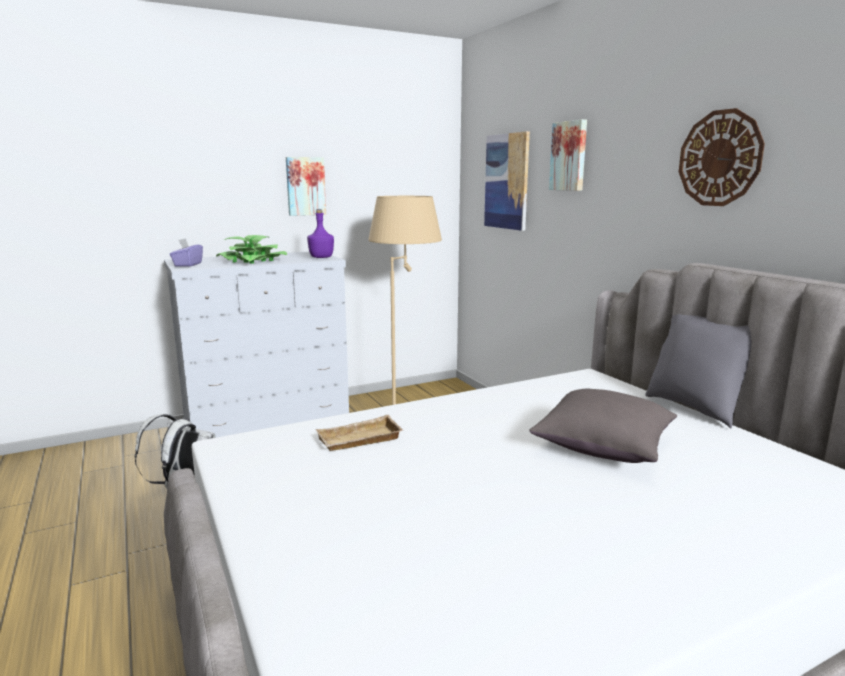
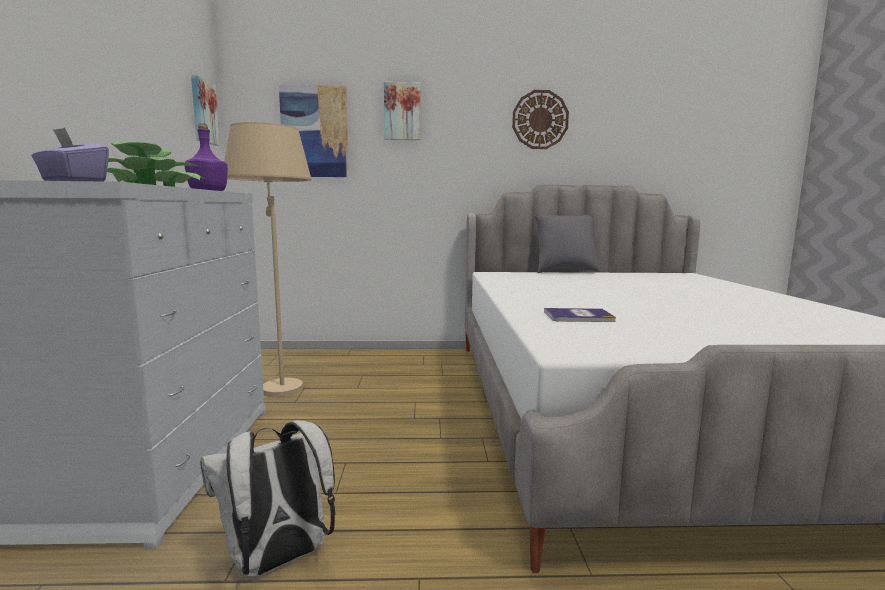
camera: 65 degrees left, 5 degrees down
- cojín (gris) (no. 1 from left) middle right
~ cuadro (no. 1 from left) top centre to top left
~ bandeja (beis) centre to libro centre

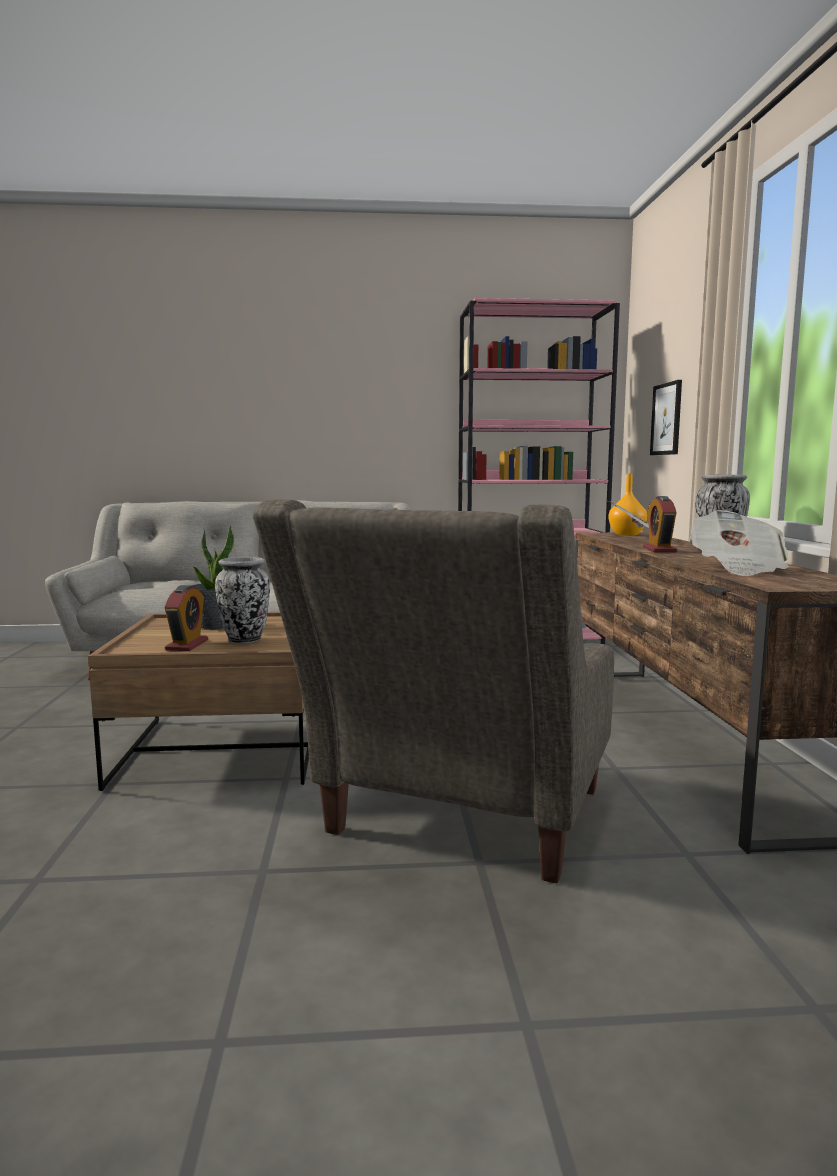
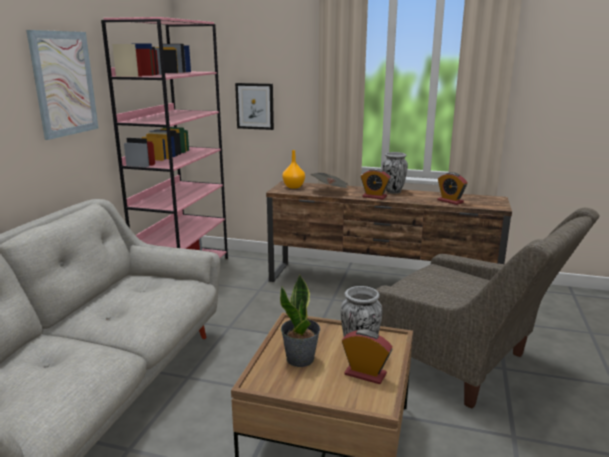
camera: 70 degrees left, 10 degrees up
+ cuadro (no. 1 from left) top left
~ periódico (no. 2 from left) middle right to despertador (no. 3 from left) middle right

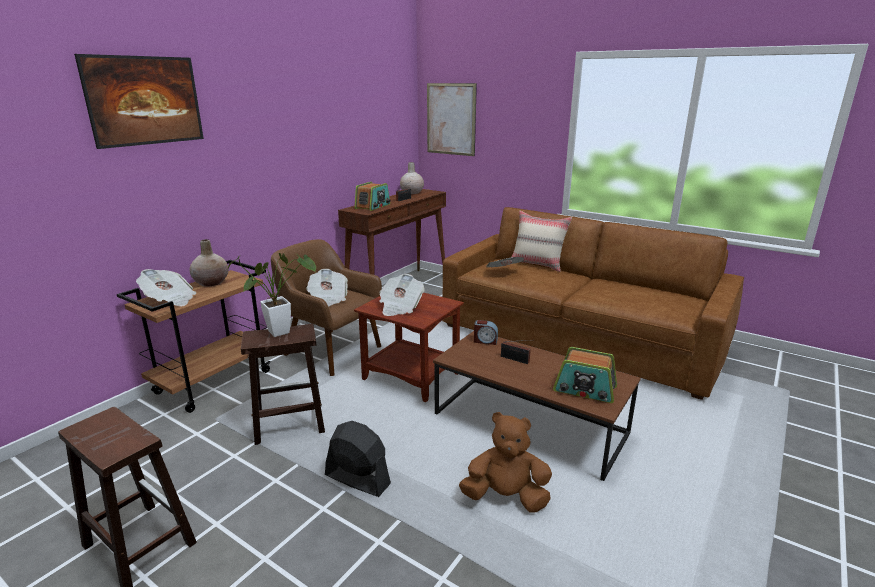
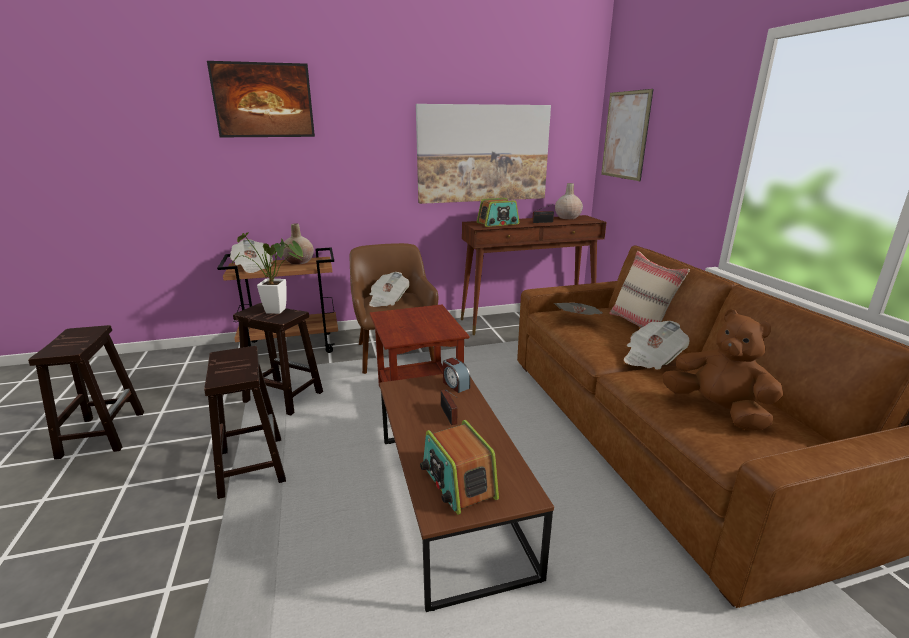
camera: 40 degrees right, 0 degrees up
+ cuadro (no. 2 from left) top centre
~ periódico (no. 3 from left in the first image) centre to periódico (no. 4 from left) middle right
~ peluche (marrón) bottom centre to middle right
~ ventilador (negro) bottom centre to taburete (marrón) (no. 2 from left) middle left

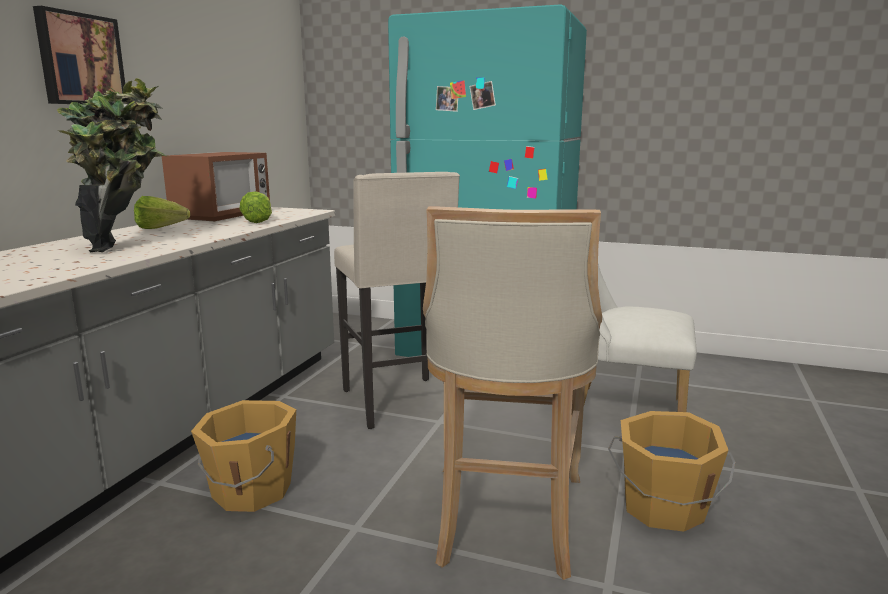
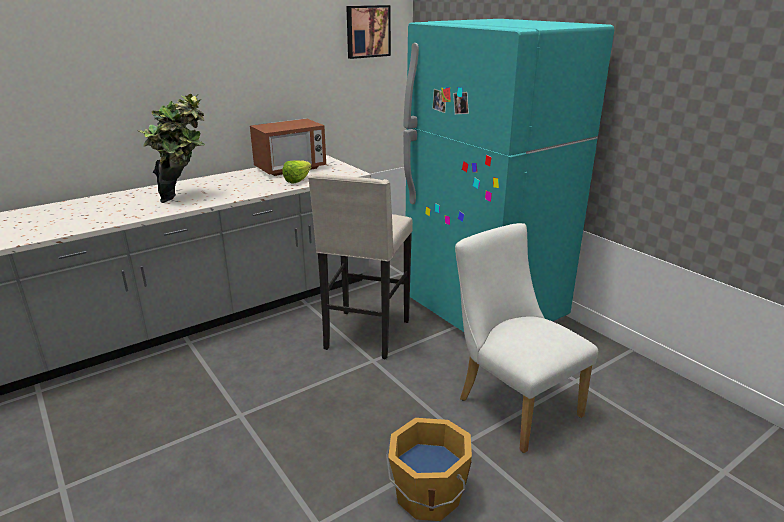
camera: 35 degrees right, 10 degrees up
- lechuga (no. 1 from left) middle left
- cubo (naranja) (no. 1 from left) bottom left
- taburete (beis) (no. 2 from left) centre
~ cuadro top left to top centre

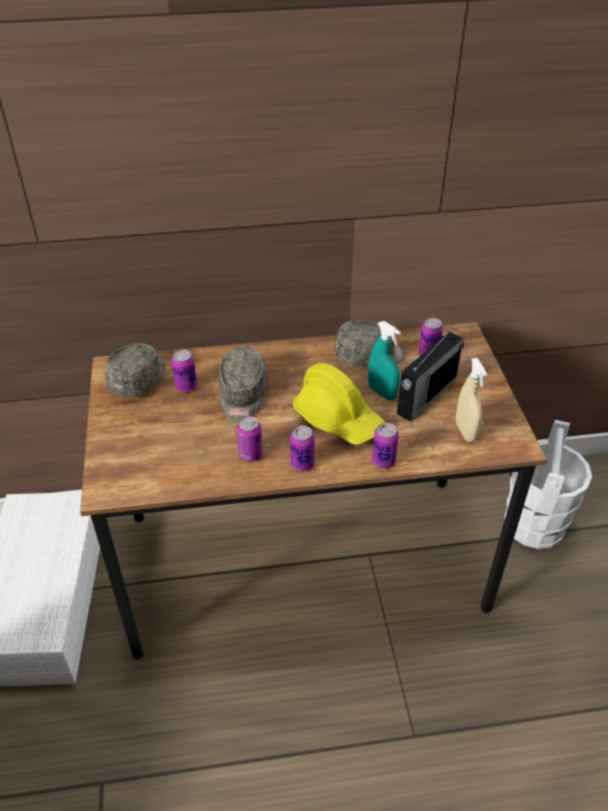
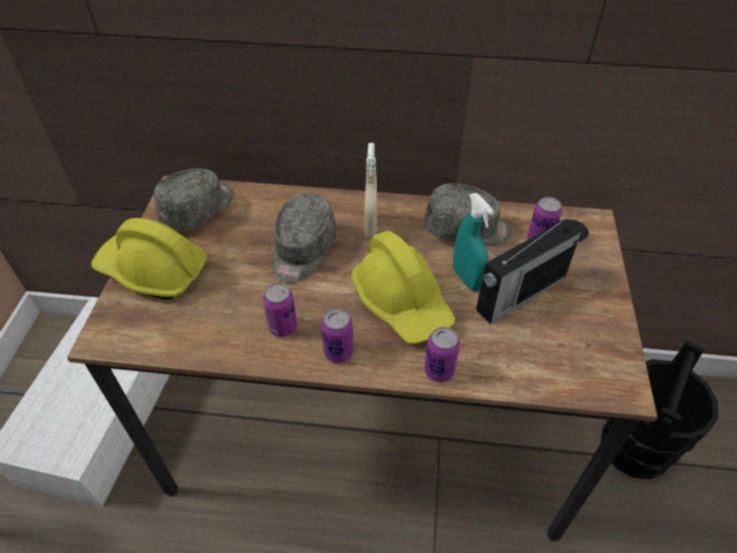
camera: 15 degrees right, 5 degrees up
- lata (no. 1 from left) middle left
+ casco (amarillo) (no. 1 from left) middle left
~ pulverizador (beis) middle right to centre
~ cubo (blanco) middle right to cubo (negro) bottom right

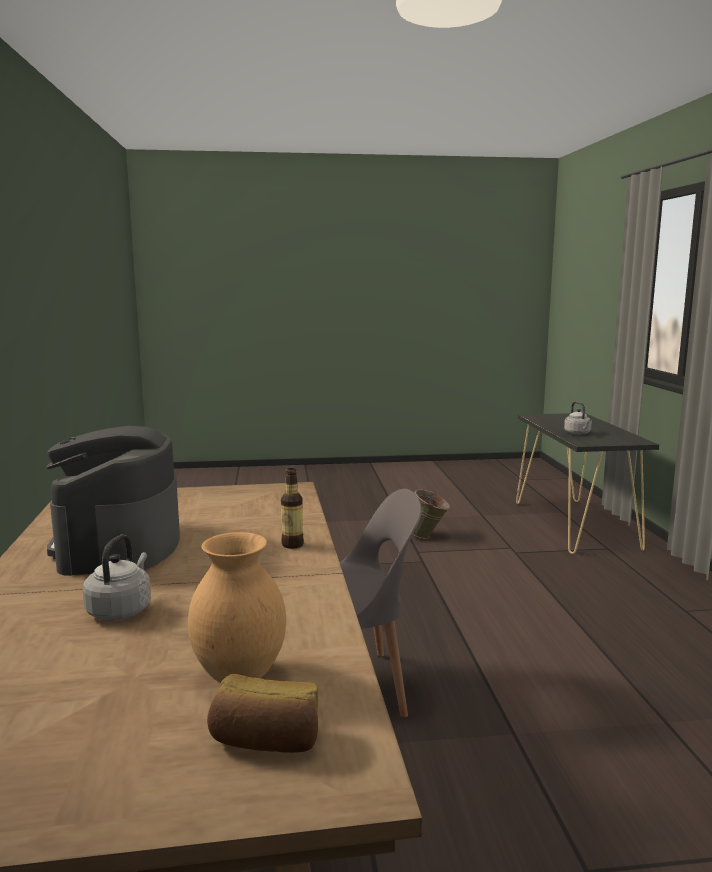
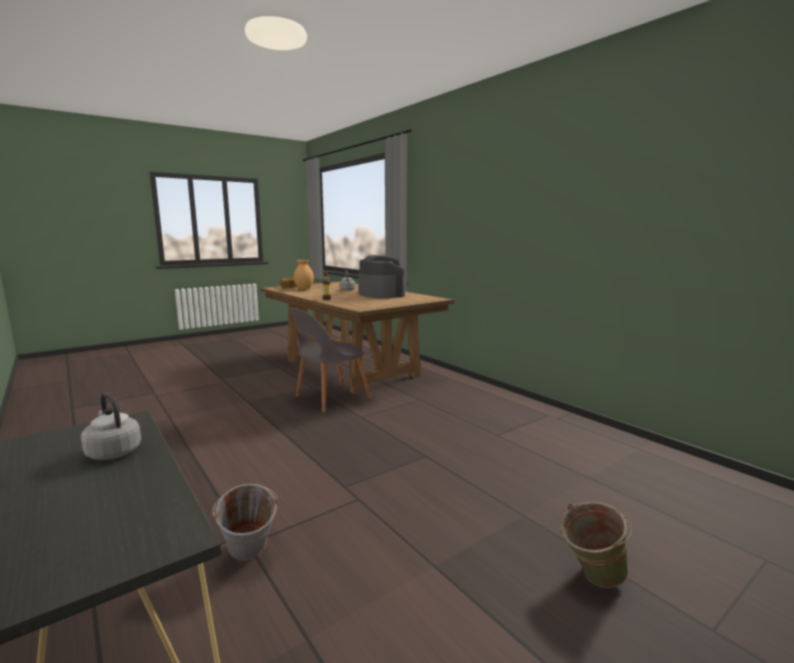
camera: 150 degrees right, 0 degrees up
+ cubo (gris) bottom left
~ cubo (verde) centre to bottom right

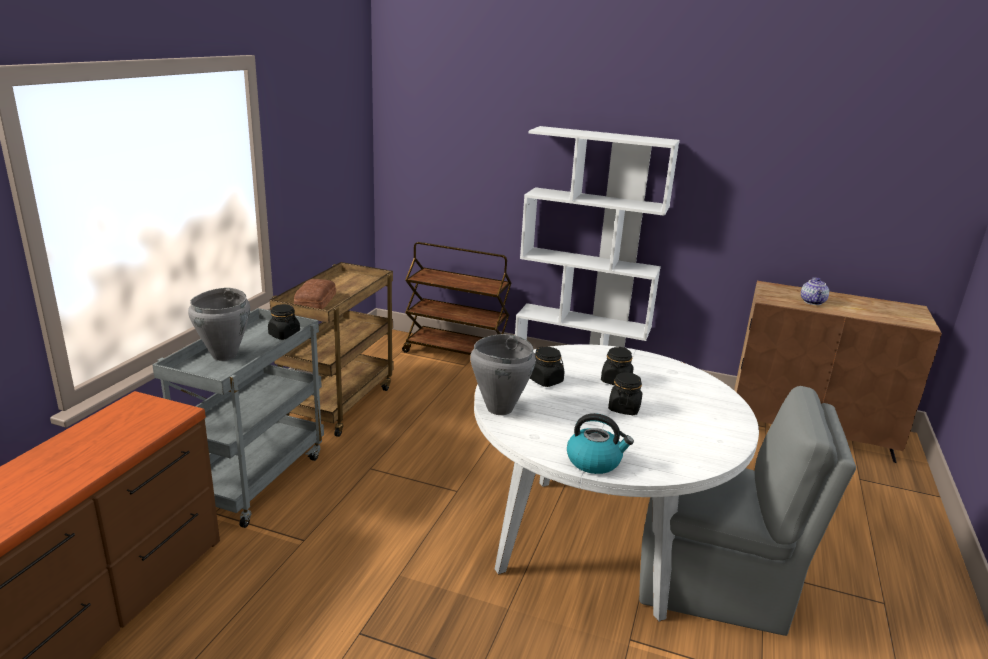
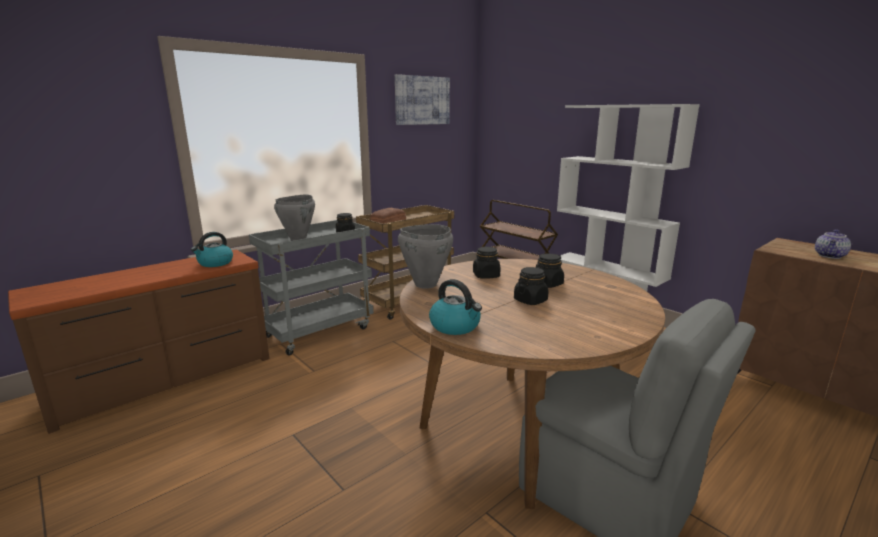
camera: 30 degrees right, 5 degrees down
+ hervidor (no. 1 from left) middle left
+ cuadro top centre
~ mesa de comedor (blanco) bottom centre to mesa de comedor (marrón) bottom centre

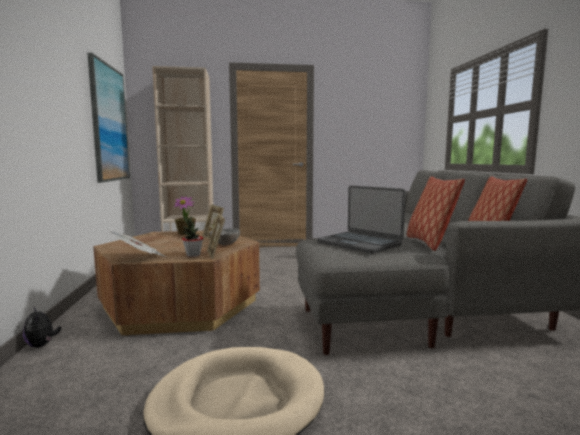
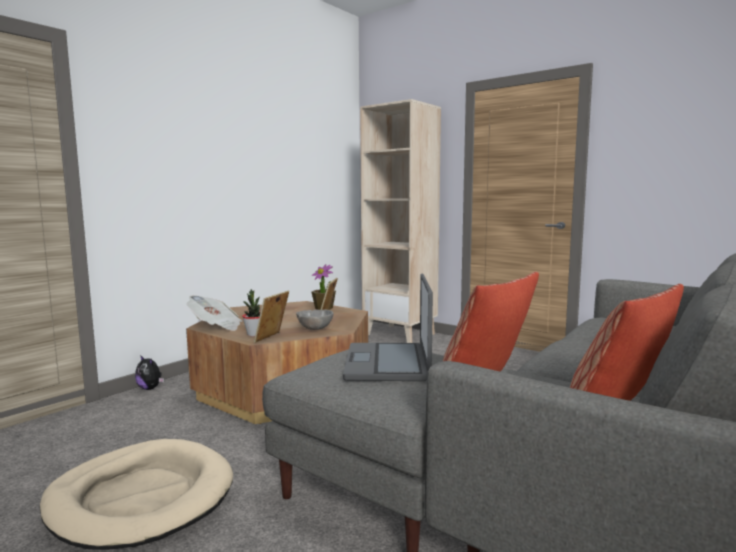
camera: 45 degrees right, 0 degrees up
- cuadro top left
~ peluche bottom left = bottom left 60 degrees counterclockwise

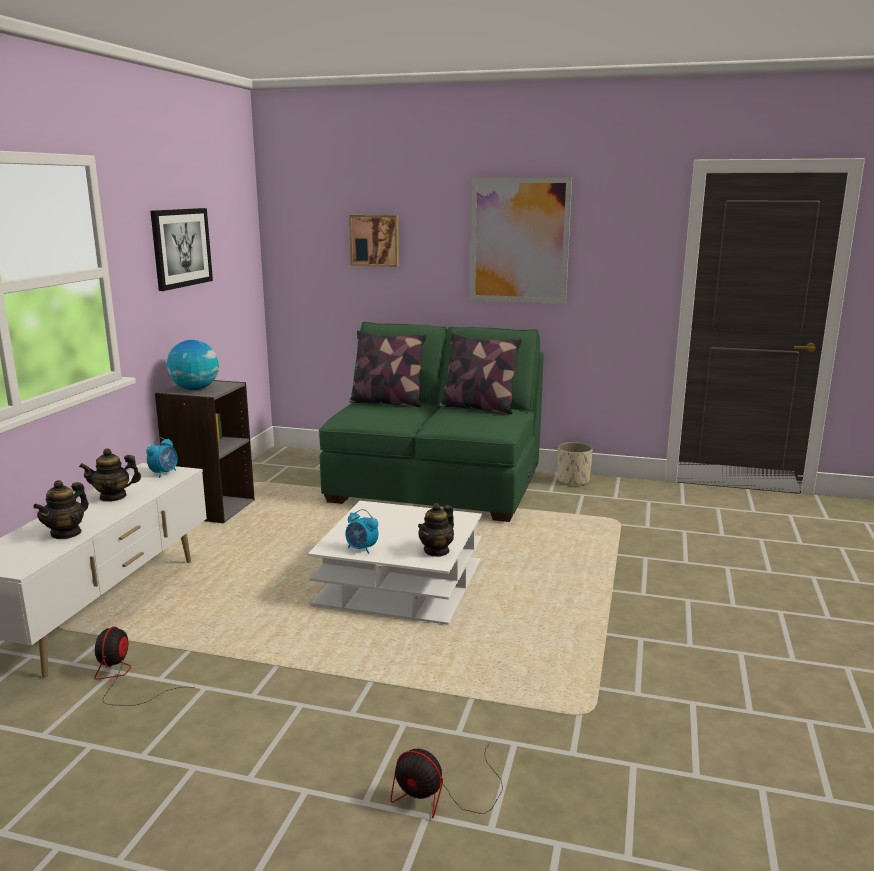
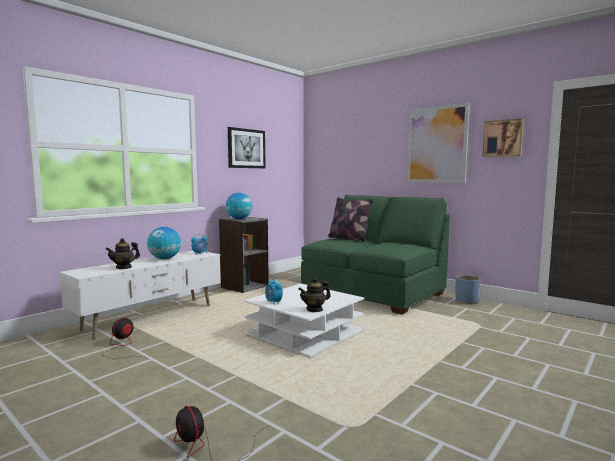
camera: 25 degrees right, 10 degrees down
- cojín (no. 2 from left) centre
~ cuadro (no. 2 from left in the first image) top centre to cuadro (no. 3 from left) top right
~ tetera (no. 2 from left) middle left to globo terráqueo (no. 1 from left) middle left
~ maceta (beis) centre to maceta (azul) middle right

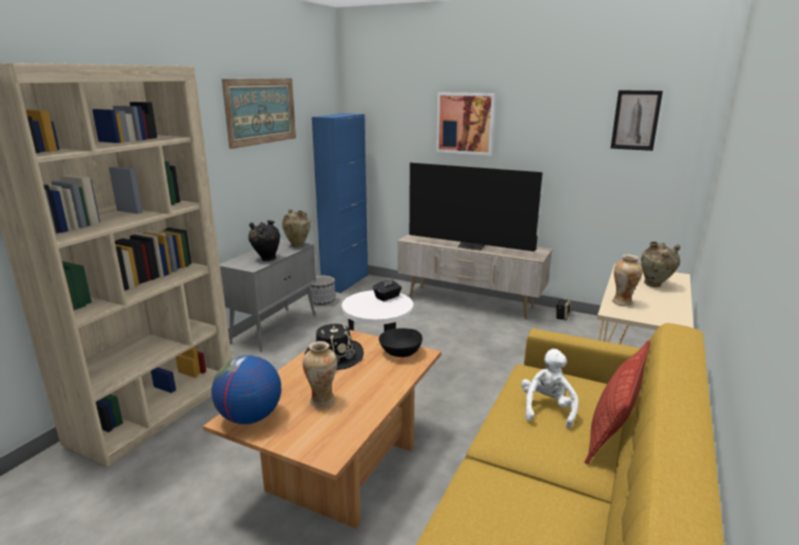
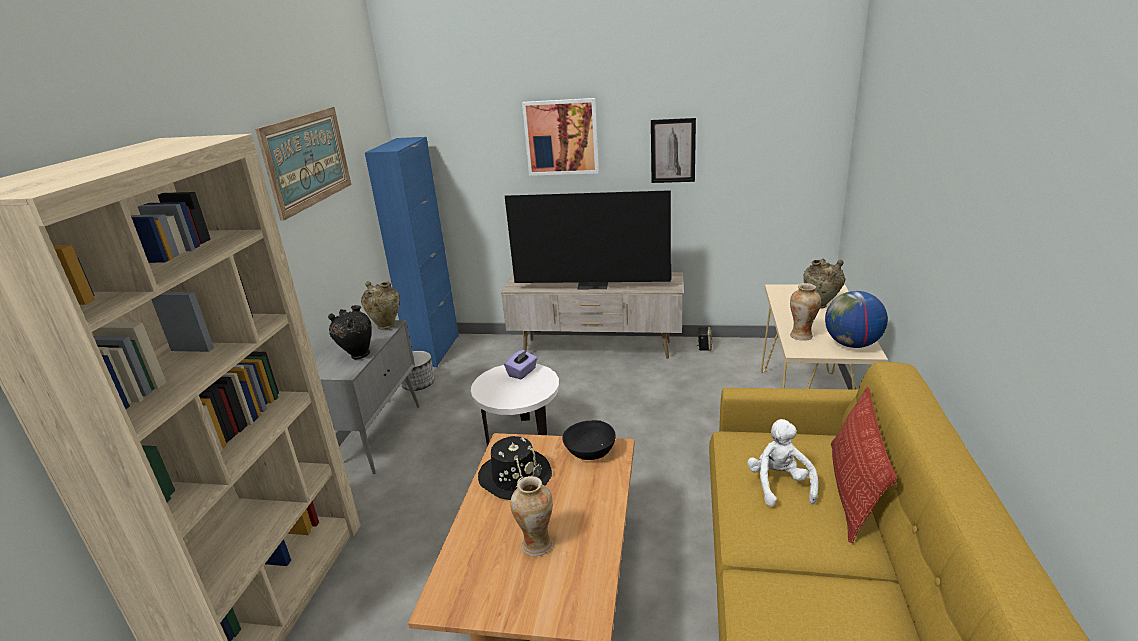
camera: 15 degrees left, 5 degrees up
~ globo terráqueo bottom left to middle right
~ cuadro (no. 3 from left) top right to top centre
~ caja de pañuelos (negro) centre to caja de pañuelos (morado) centre

